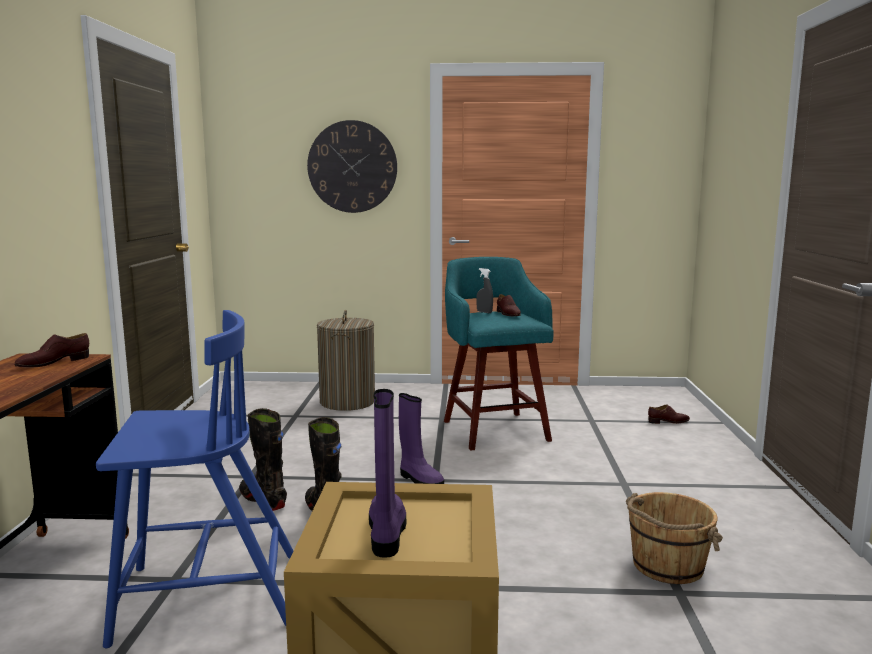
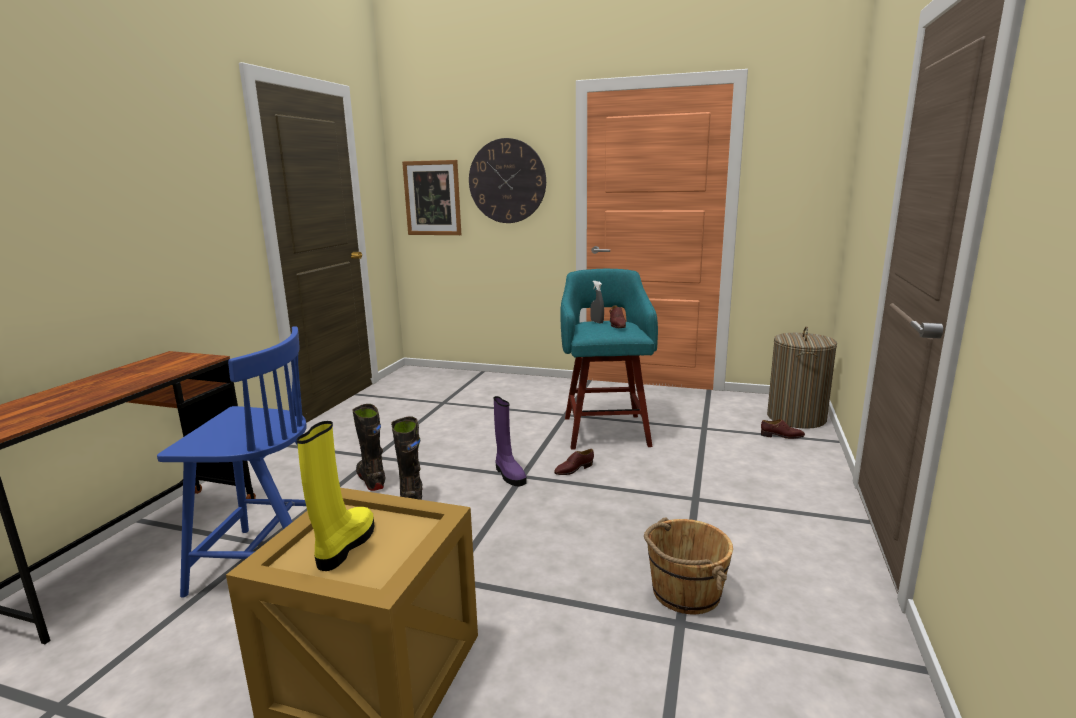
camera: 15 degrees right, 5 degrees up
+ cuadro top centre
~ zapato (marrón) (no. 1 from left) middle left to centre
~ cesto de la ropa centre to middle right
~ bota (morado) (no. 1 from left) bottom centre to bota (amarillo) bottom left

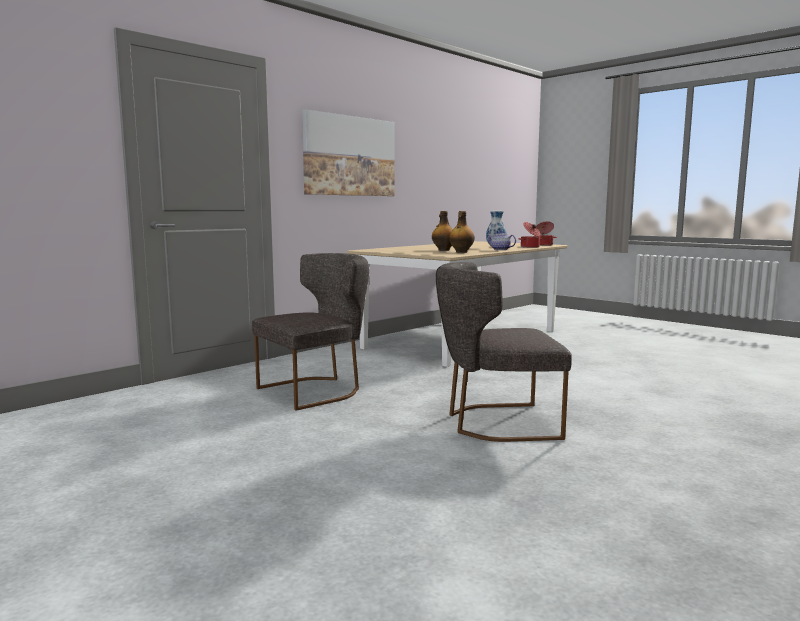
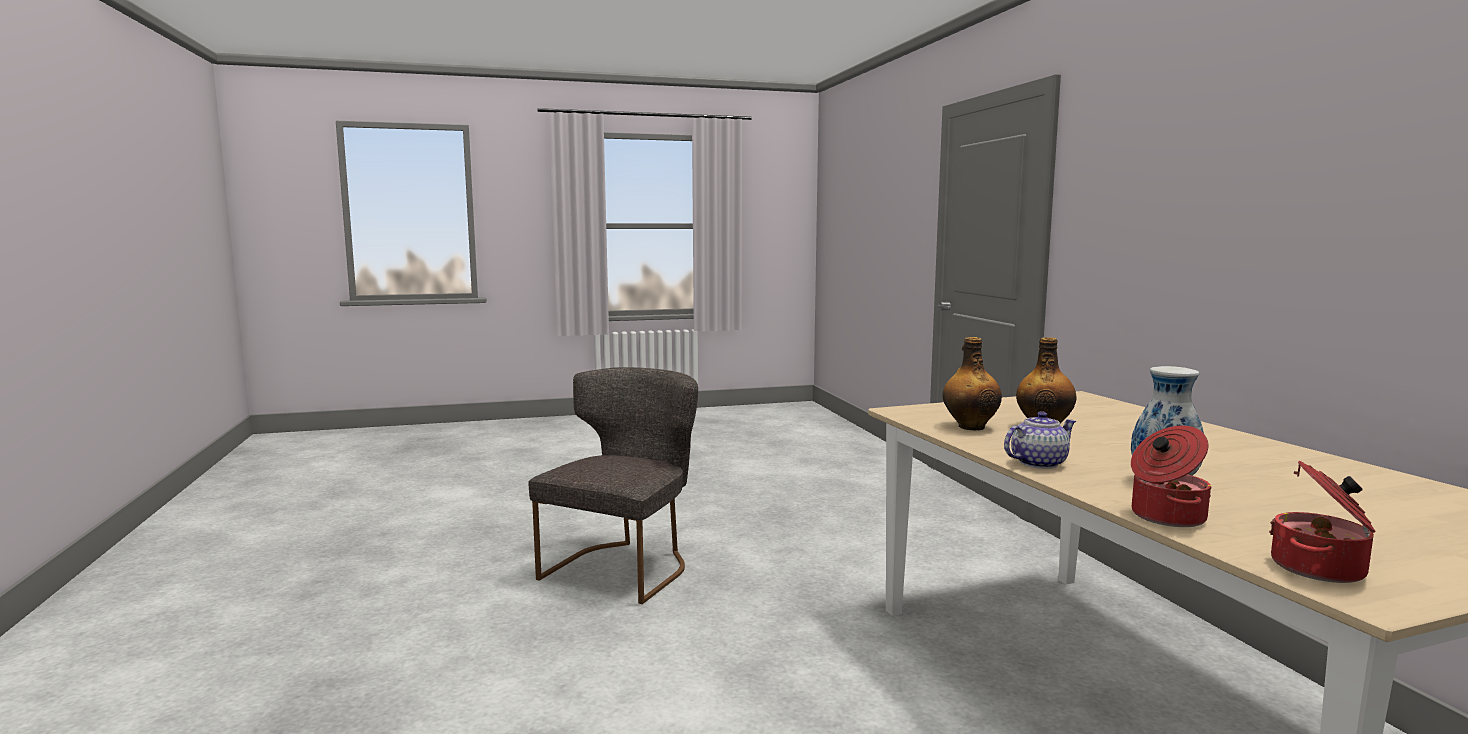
camera: 120 degrees right, 0 degrees up
- silla (gris) (no. 1 from left) centre
- cuadro top centre

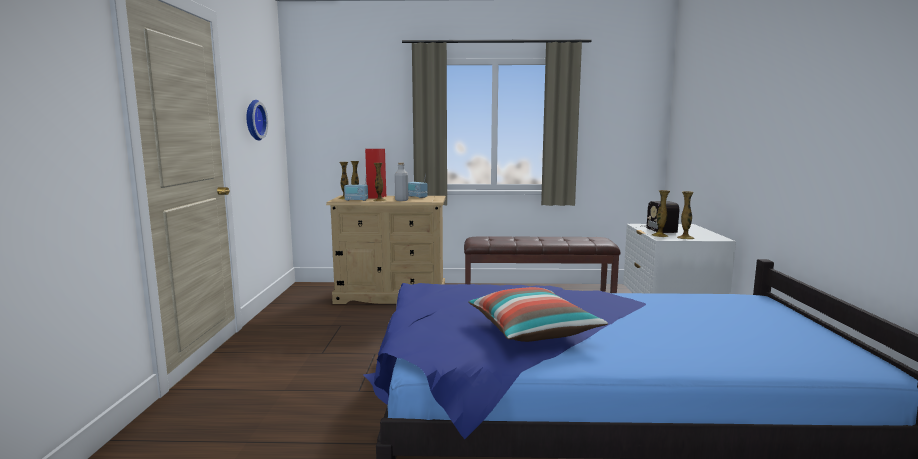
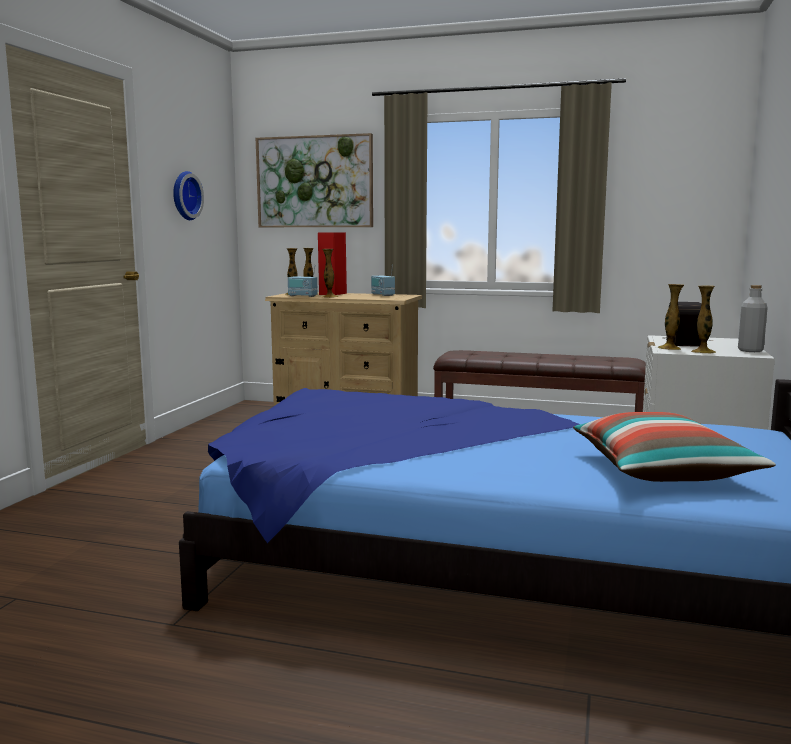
camera: 15 degrees right, 0 degrees up
+ cuadro top centre
~ botella (gris) centre to middle right
~ cojín bottom centre to middle right

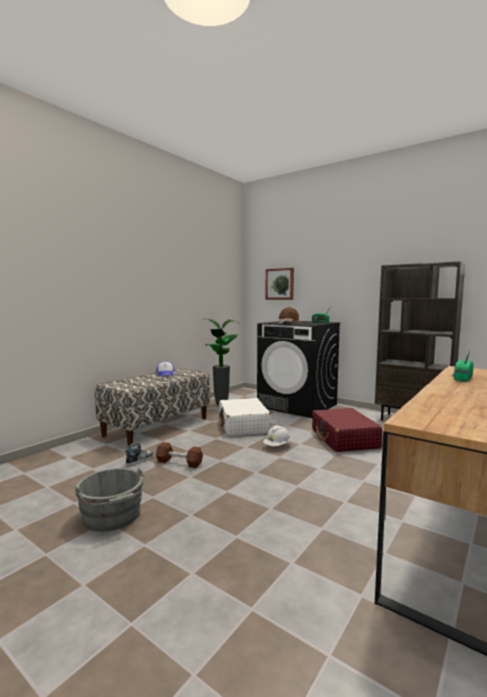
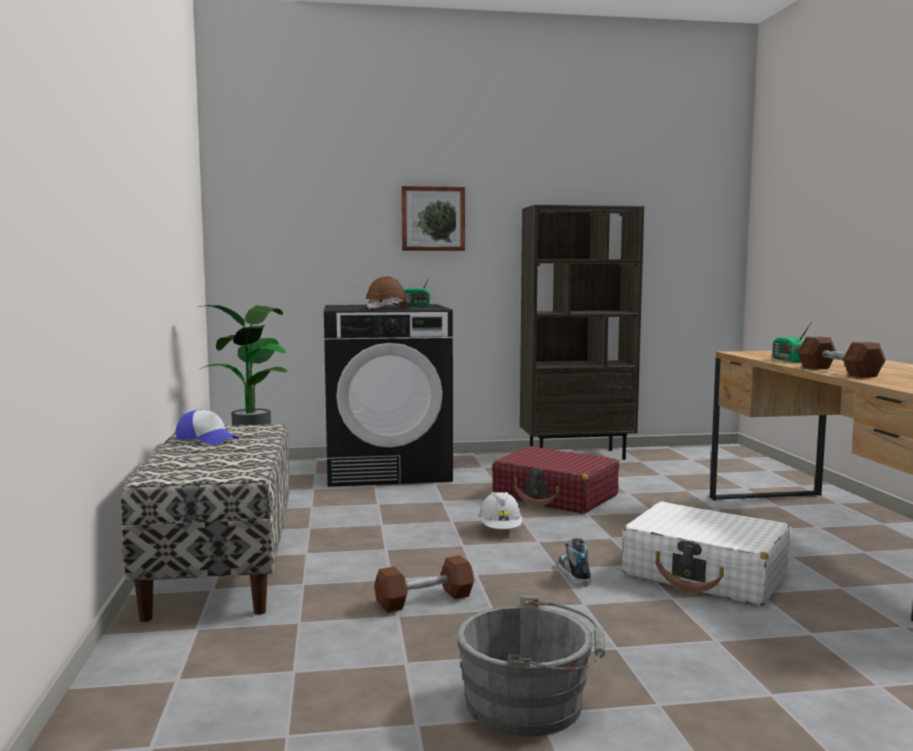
camera: 45 degrees left, 0 degrees up
+ mancuerna (marrón) (no. 2 from left) middle right
~ zapato middle left to bottom centre
~ maleta (blanco) centre to bottom right
~ cuadro centre to top centre

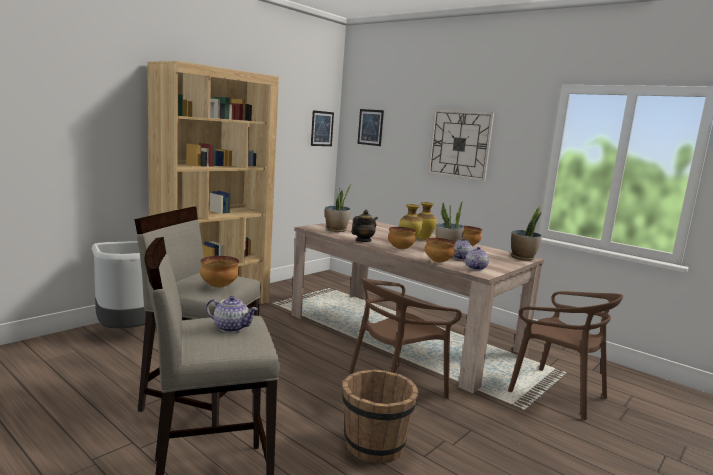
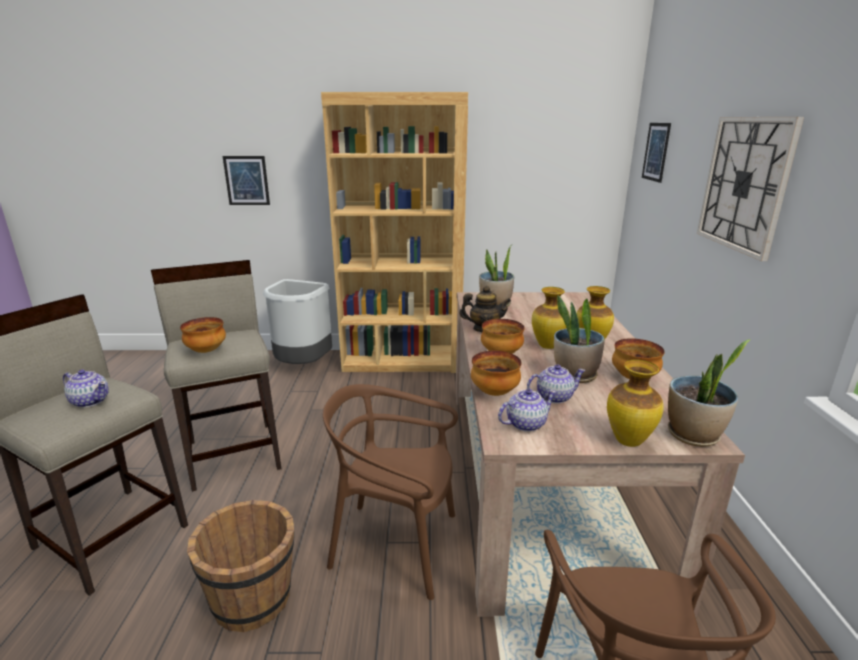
camera: 50 degrees right, 10 degrees up
+ florero (no. 3 from left) middle right
~ cuadro (no. 1 from left) top centre to top left
~ tetera (no. 1 from left) middle left = middle left 45 degrees counterclockwise

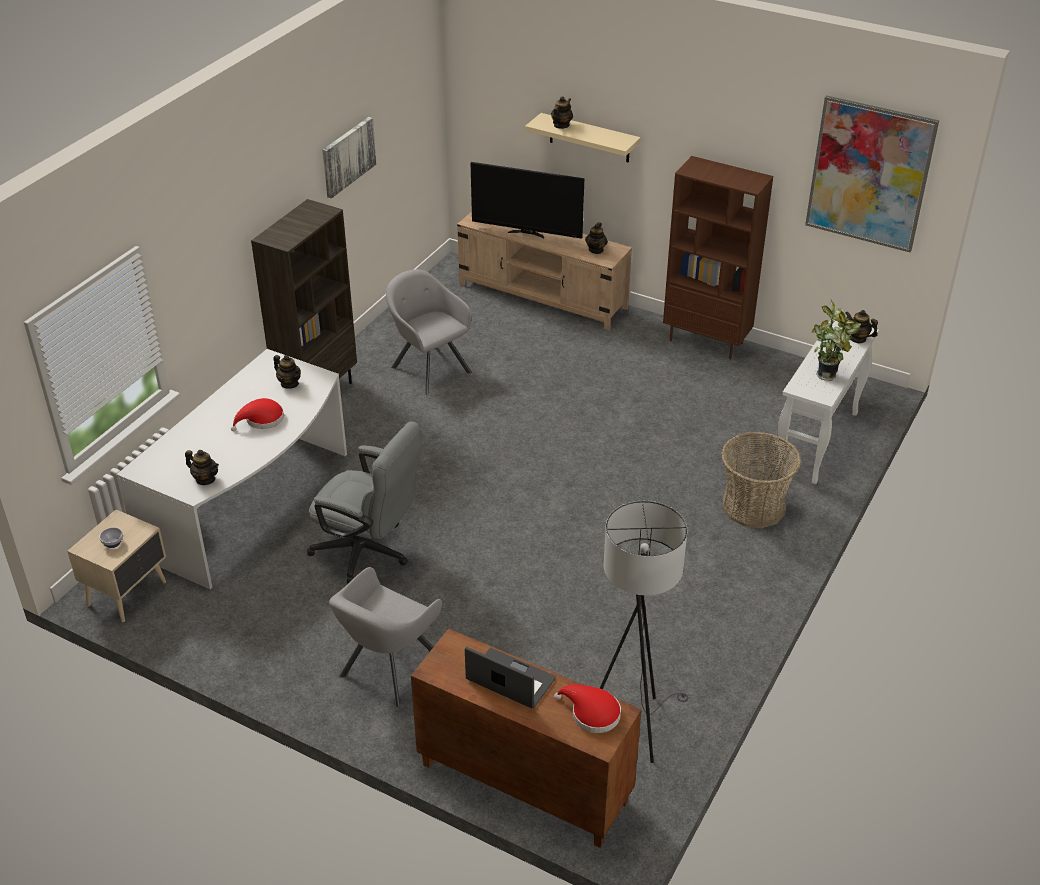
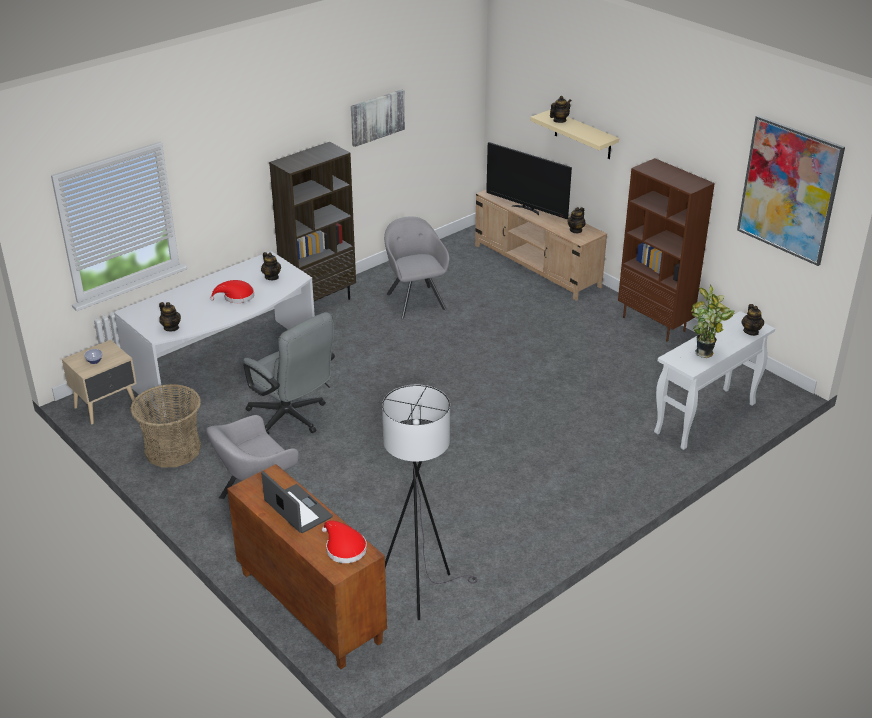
camera: 20 degrees right, 5 degrees down
~ cesta middle right to middle left
~ tetera (no. 5 from left) middle right = middle right 150 degrees counterclockwise

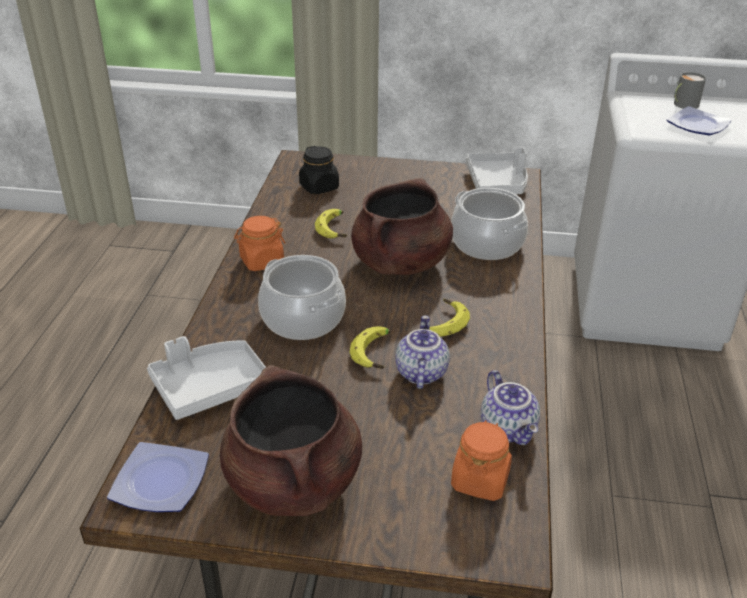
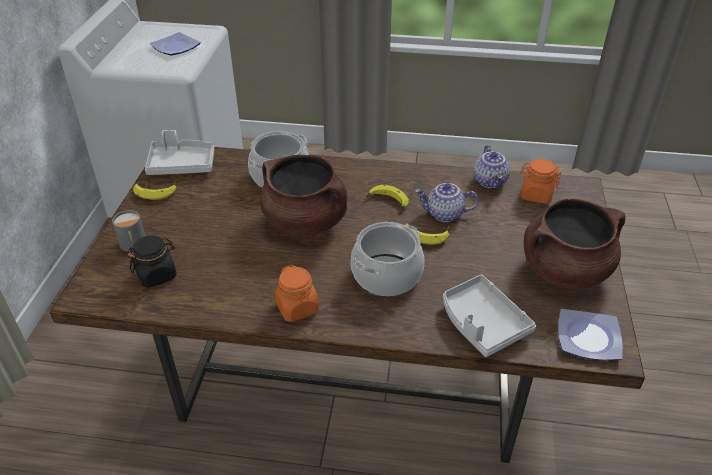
camera: 90 degrees left, 5 degrees up
~ plátano (no. 1 from left) centre to middle left
~ taza grande (gris) top right to middle left
~ tetera (no. 2 from left) bottom right = middle right 105 degrees clockwise

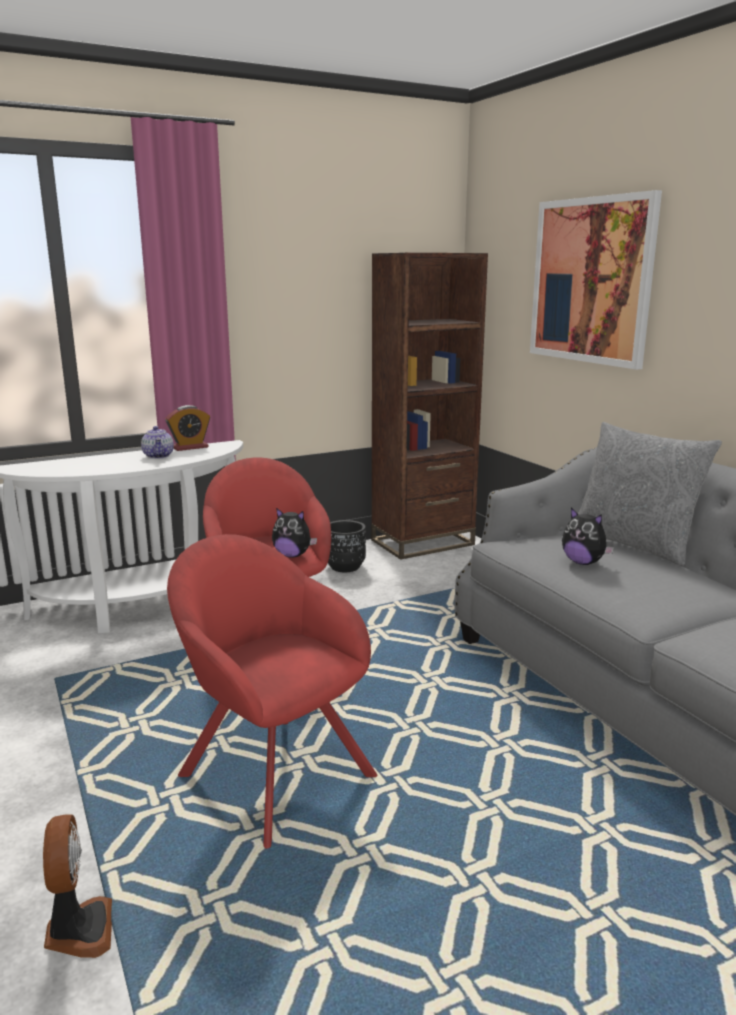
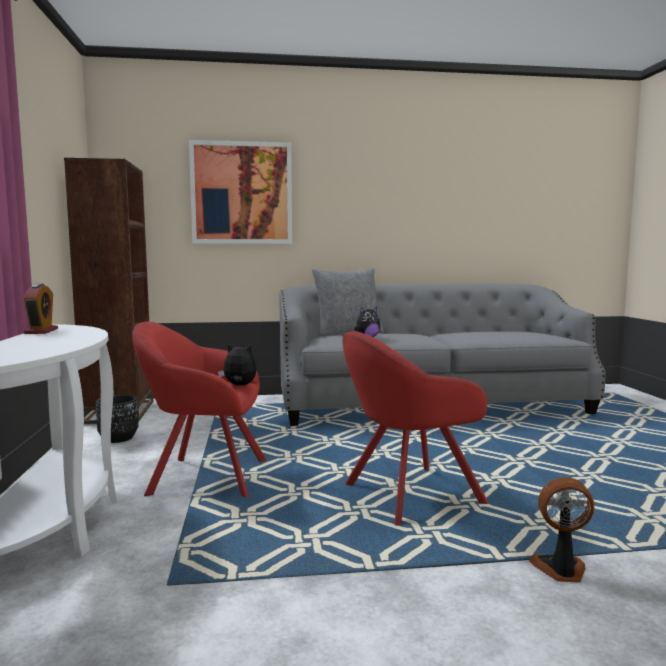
camera: 70 degrees left, 10 degrees down
- tetera middle left
~ peluche (no. 1 from left) centre = centre 120 degrees counterclockwise

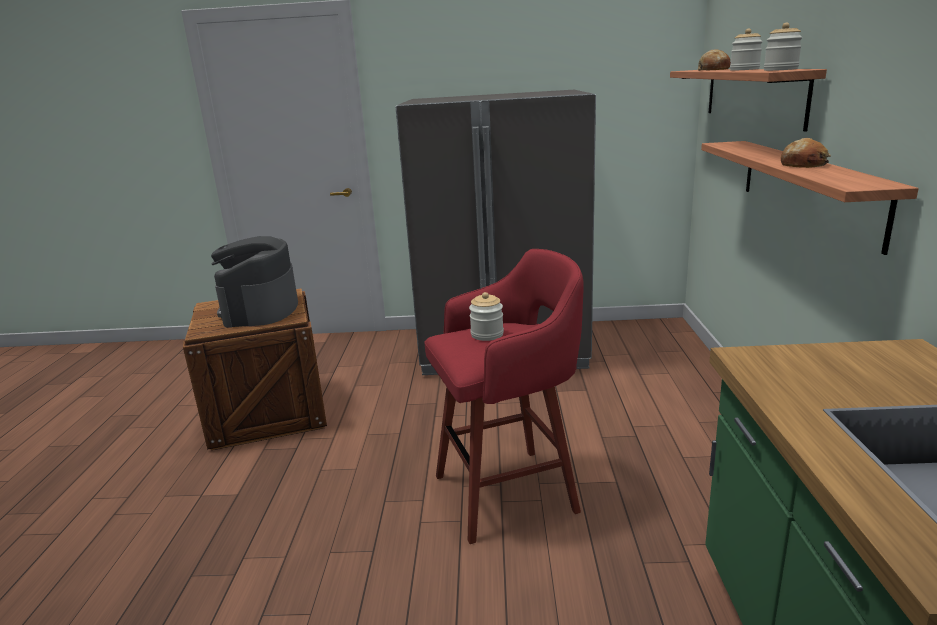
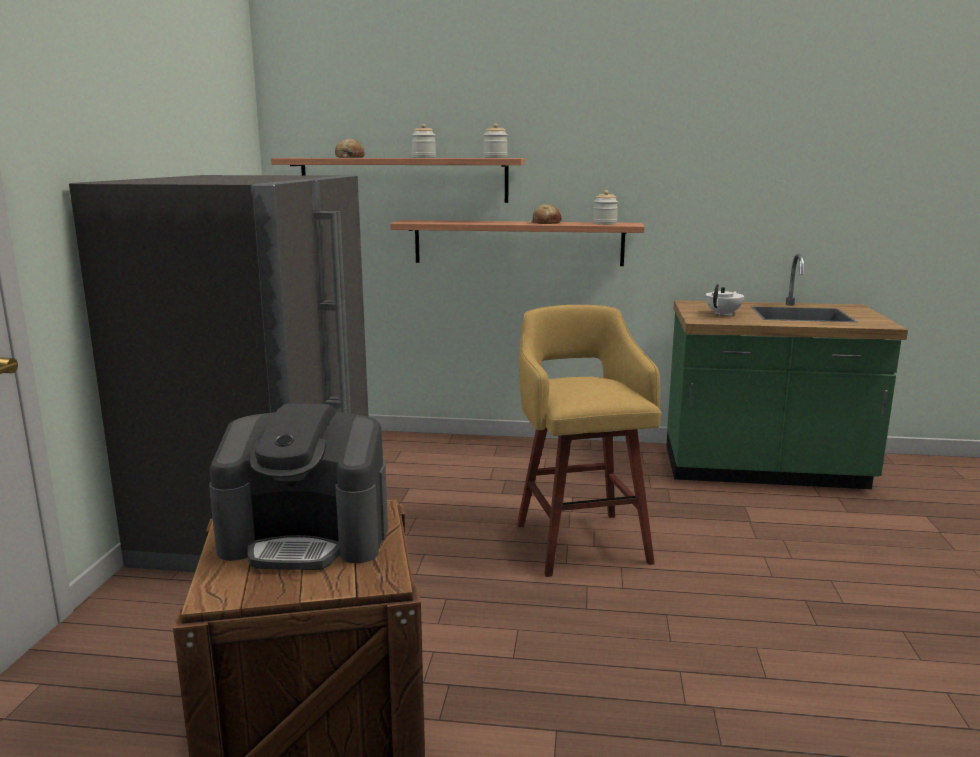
camera: 85 degrees left, 5 degrees down
+ tetera (blanco) middle right
~ tarro (no. 1 from left in the first image) centre to tarro (no. 3 from left) top centre
~ taburete (rojo) centre to taburete (amarillo) centre

